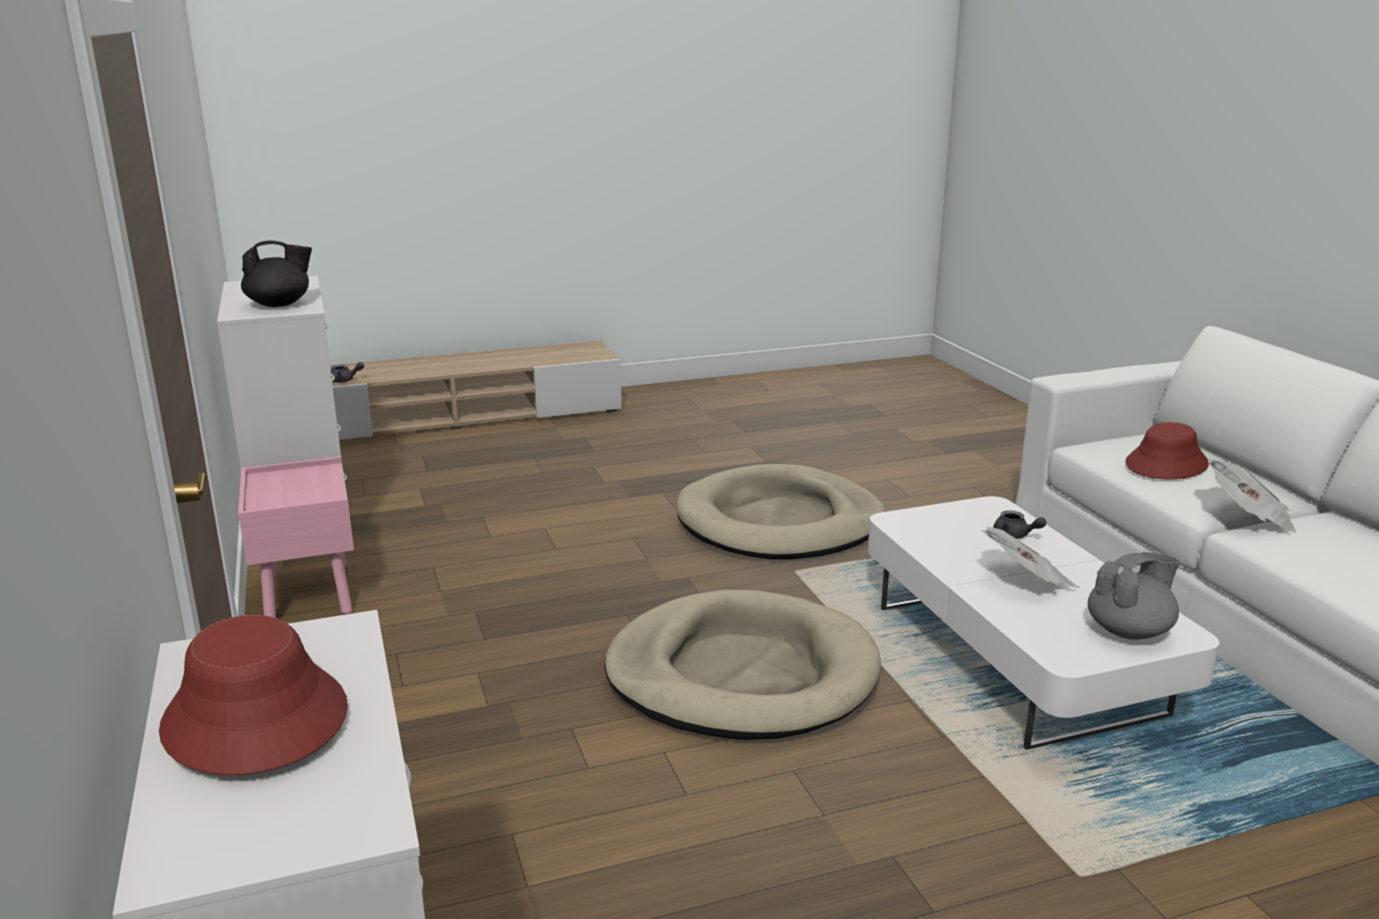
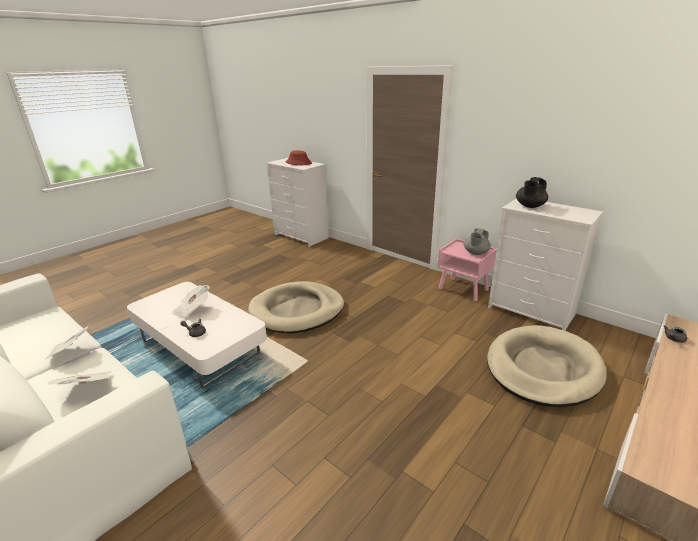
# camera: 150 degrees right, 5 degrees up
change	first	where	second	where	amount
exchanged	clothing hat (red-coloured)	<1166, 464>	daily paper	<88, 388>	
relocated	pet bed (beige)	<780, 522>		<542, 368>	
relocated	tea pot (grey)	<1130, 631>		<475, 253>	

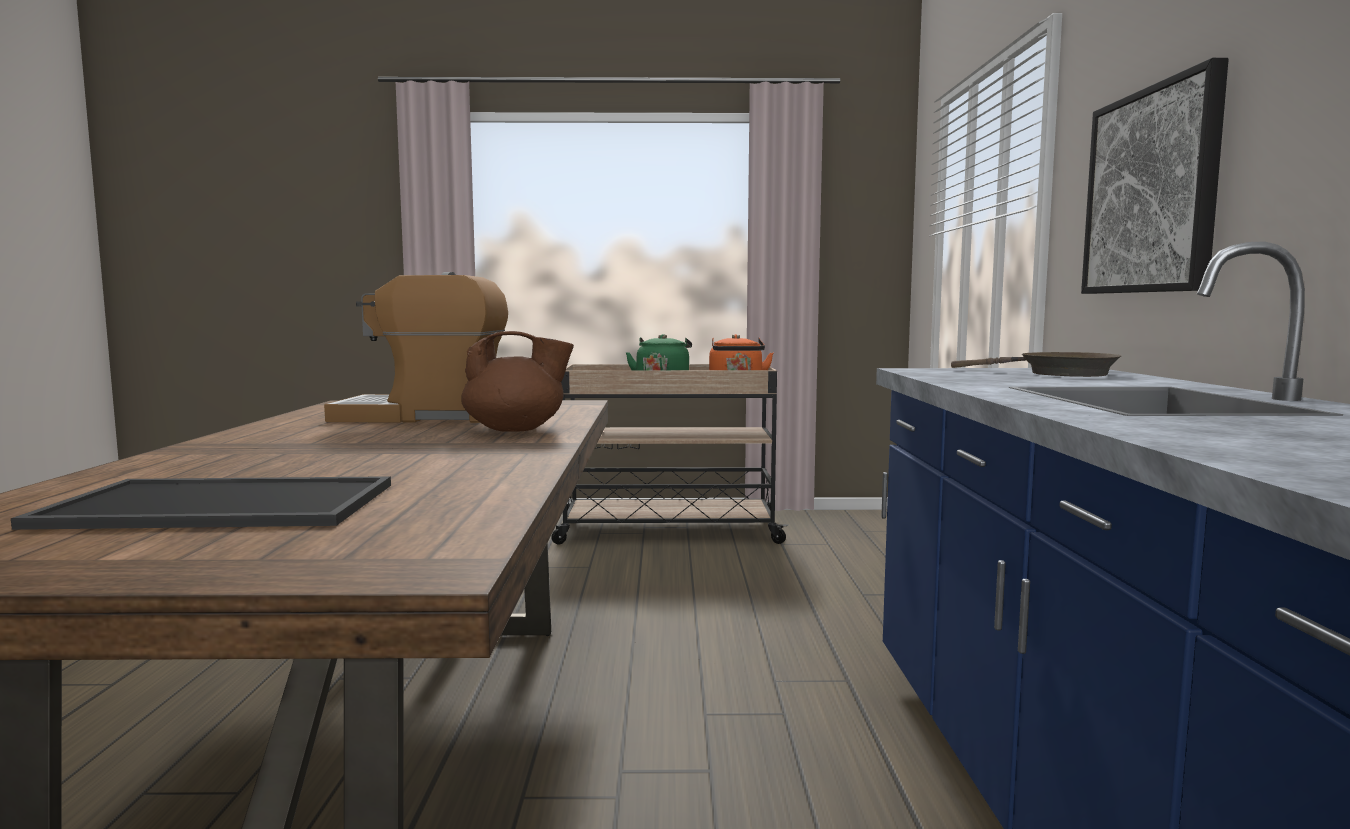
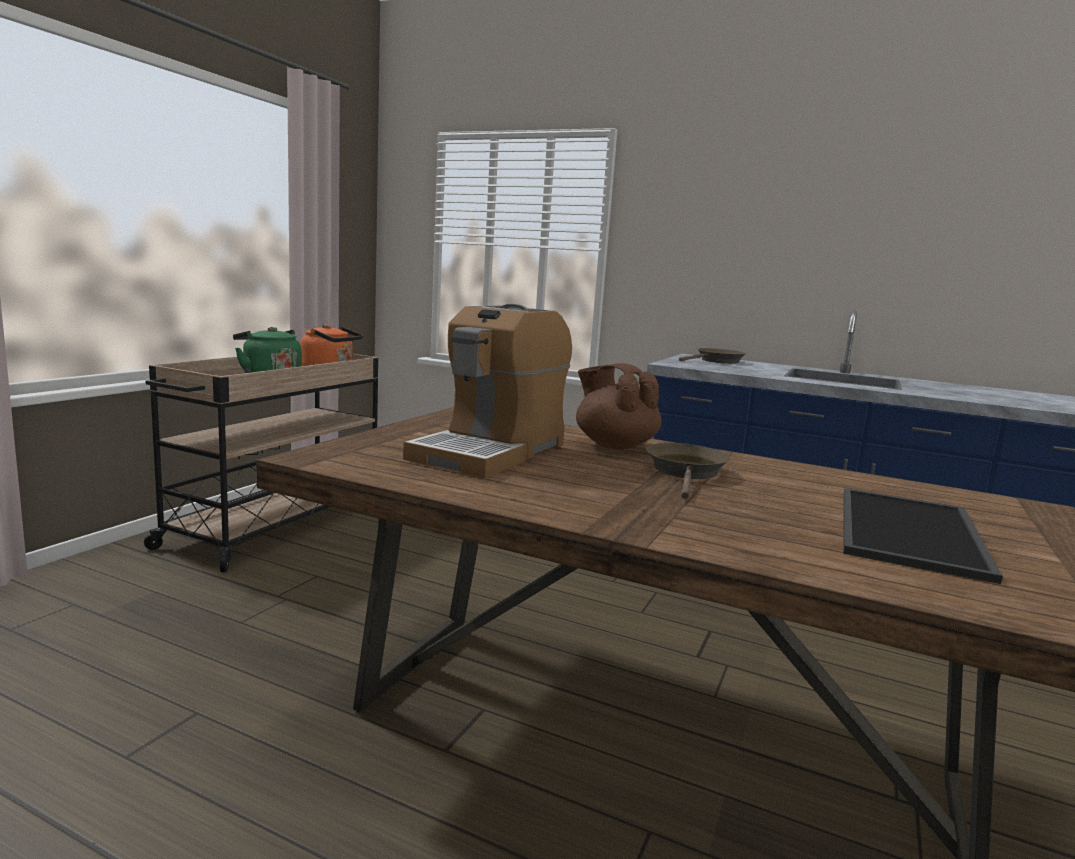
# camera: 65 degrees left, 5 degrees up
change	first	where	second	where	amount
missing	wall art	<1152, 191>			
spun	tea pot (brown)	<516, 429>		<614, 445>	60 degrees counterclockwise
appeared			pan (brown)	<686, 472>	

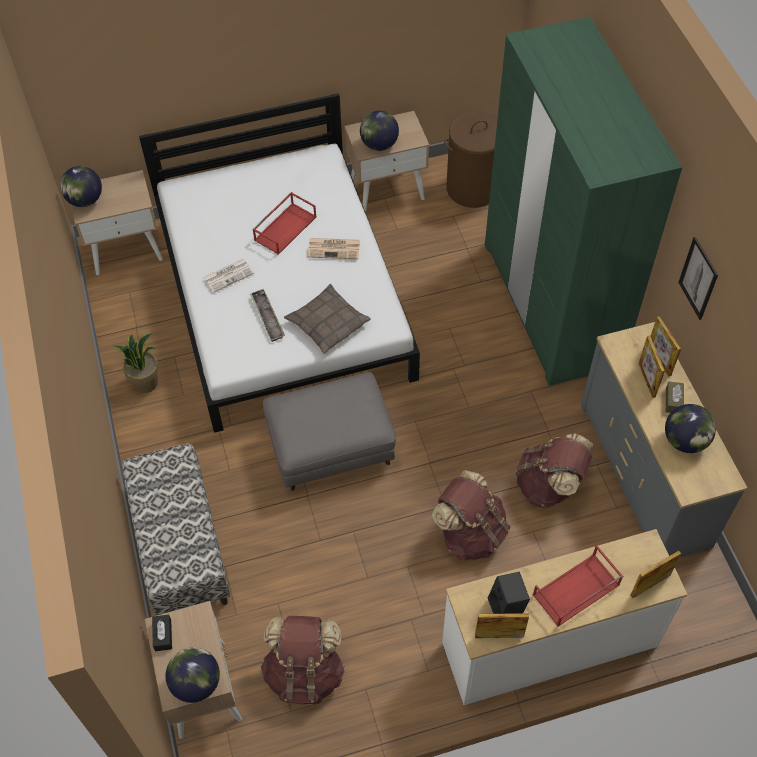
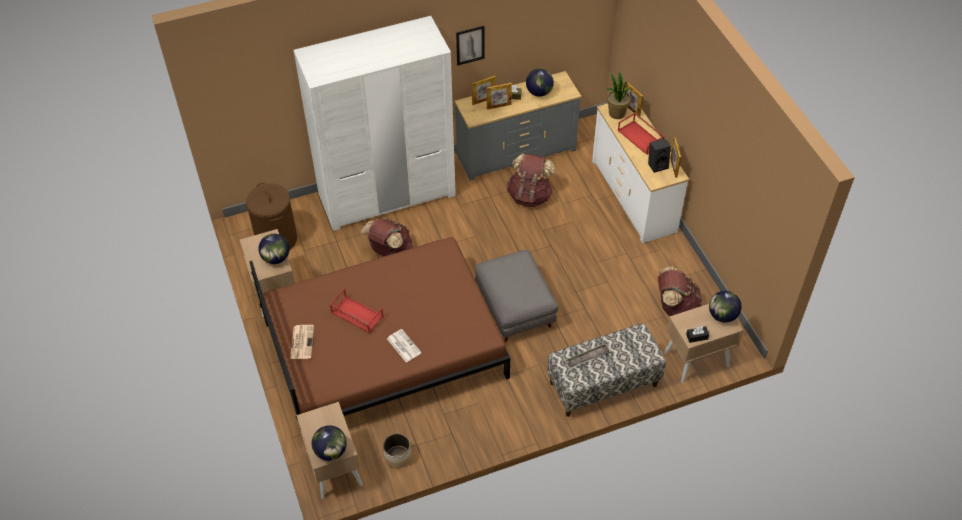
# camera: 95 degrees left, 5 degrees down
change	first	where	second	where	amount
colour	wardrobe (green)	<551, 303>	wardrobe (white-coloured)	<387, 195>	
colour	bedroom bed (white-coloured)	<284, 297>	bedroom bed (brown)	<384, 348>	
relocated	daily paper	<334, 248>		<302, 341>	
missing	pillow	<327, 323>			
relocated	tray	<267, 317>		<587, 358>	
relocated	potted plant	<146, 382>		<616, 113>	
relocated	backpack (brown)	<470, 533>		<389, 251>	
appeared			plant pot	<398, 457>	

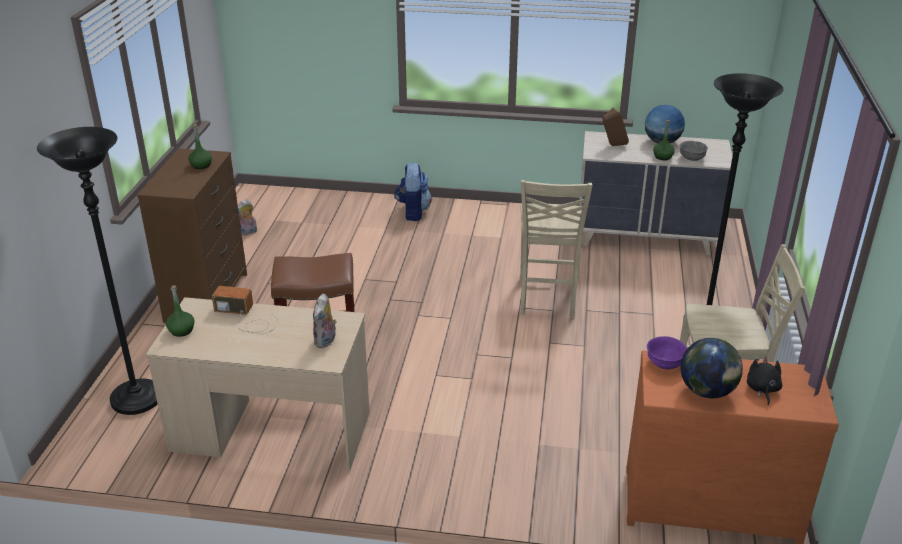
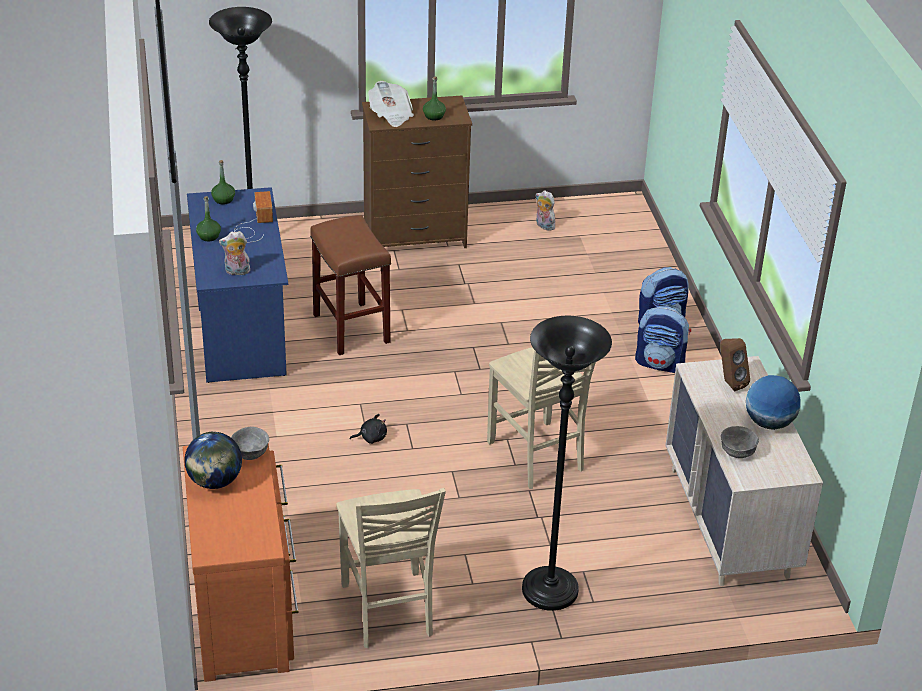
# camera: 70 degrees right, 5 degrees up
change	first	where	second	where	amount
relocated	drink bottle (green)	<662, 157>		<208, 236>	
spun	upright chair (beige)	<547, 298>		<537, 457>	105 degrees counterclockwise
colour	desk (beige)	<271, 432>	desk (bluish)	<240, 328>	
colour	deep dish (purplish)	<665, 363>	deep dish (grey)	<250, 453>	
relocated	cuddly toy (black)	<762, 389>		<371, 438>	
appeared			daily paper	<391, 115>	
appeared			backpack	<661, 363>	

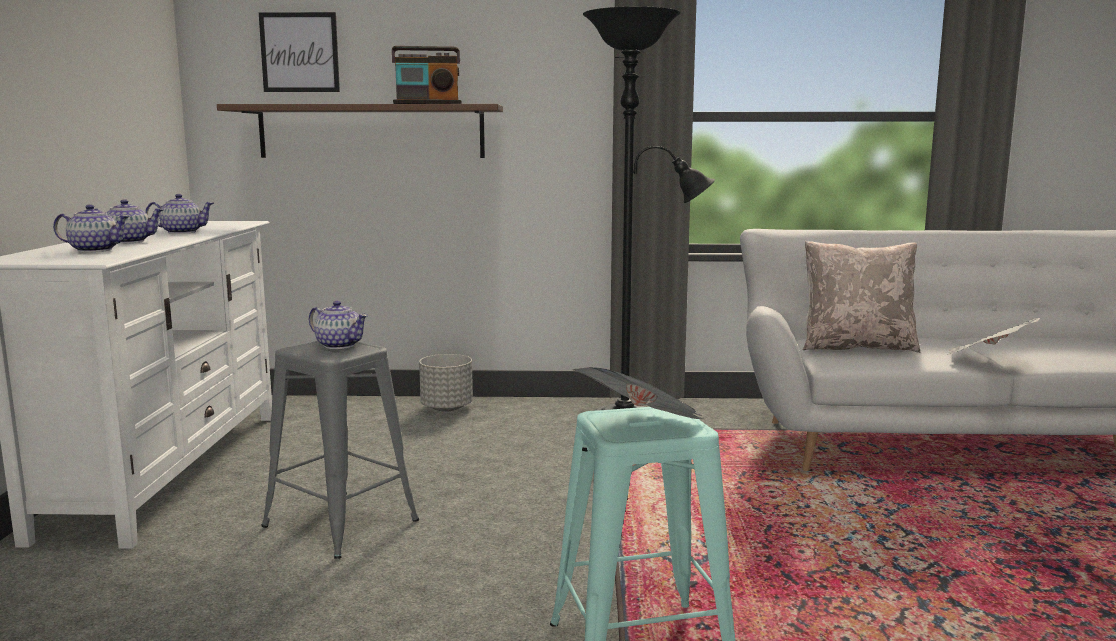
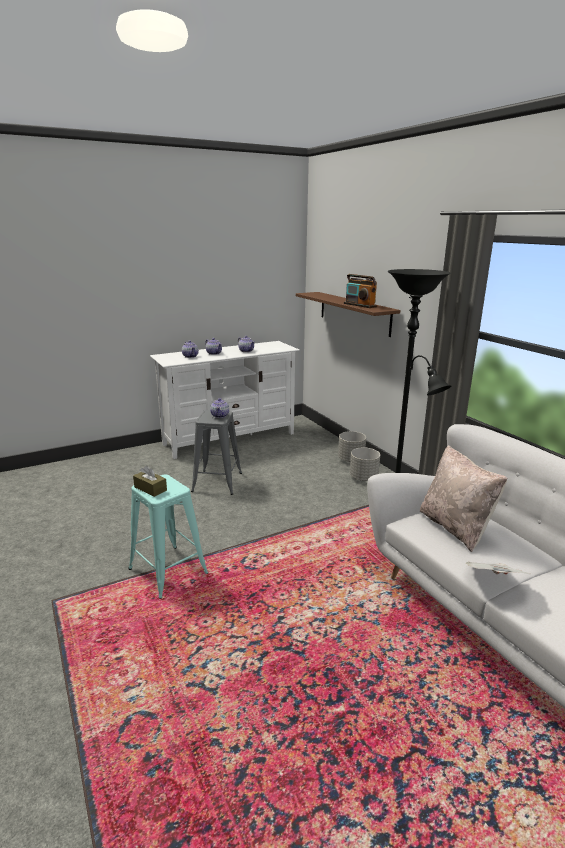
# camera: 60 degrees right, 10 degrees up
change	first	where	second	where	amount
missing	wall art	<300, 52>			
exchanged	daily paper	<643, 429>	tissue holder (brown)	<150, 488>	
appeared			plant pot (grey)	<363, 478>	

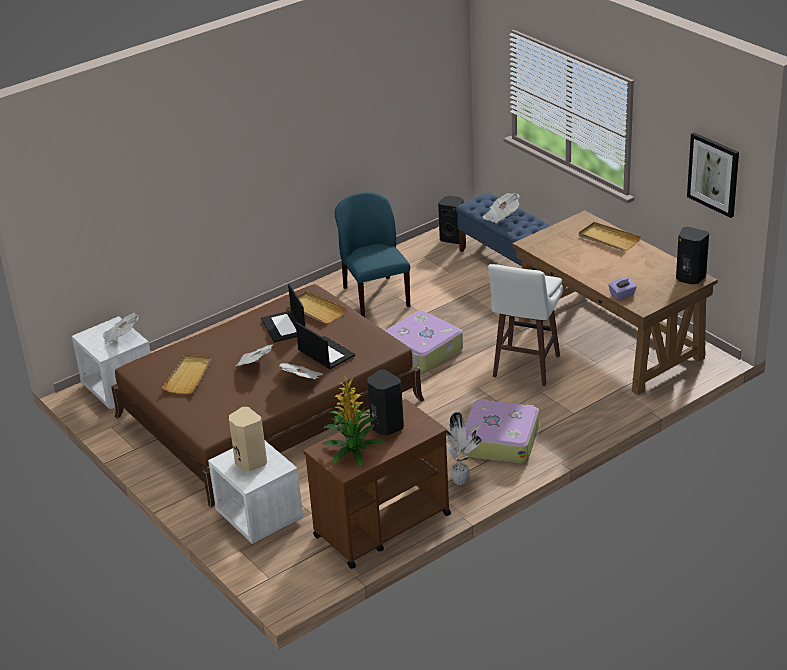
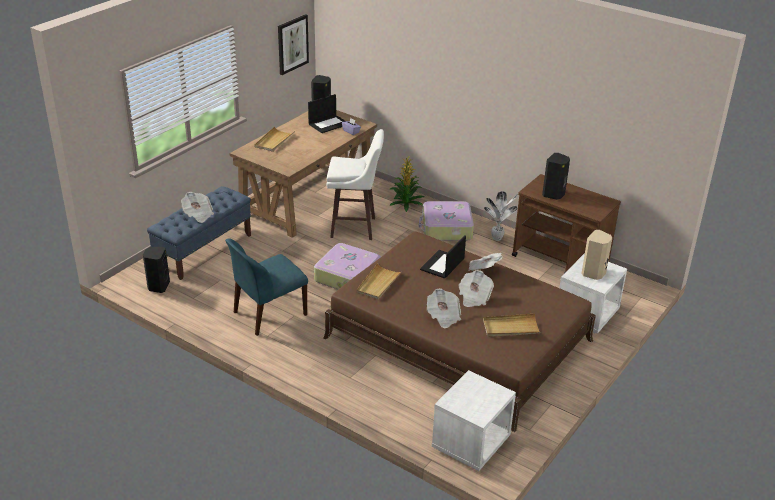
# camera: 110 degrees left, 0 degrees up
change	first	where	second	where	amount
relocated	notebook computer	<284, 327>		<329, 124>	
relocated	daily paper	<121, 337>		<443, 316>	
relocated	potted plant	<351, 449>		<406, 204>	

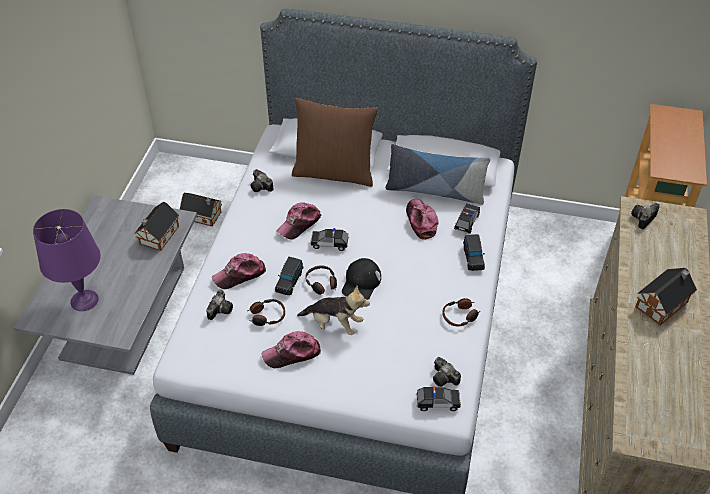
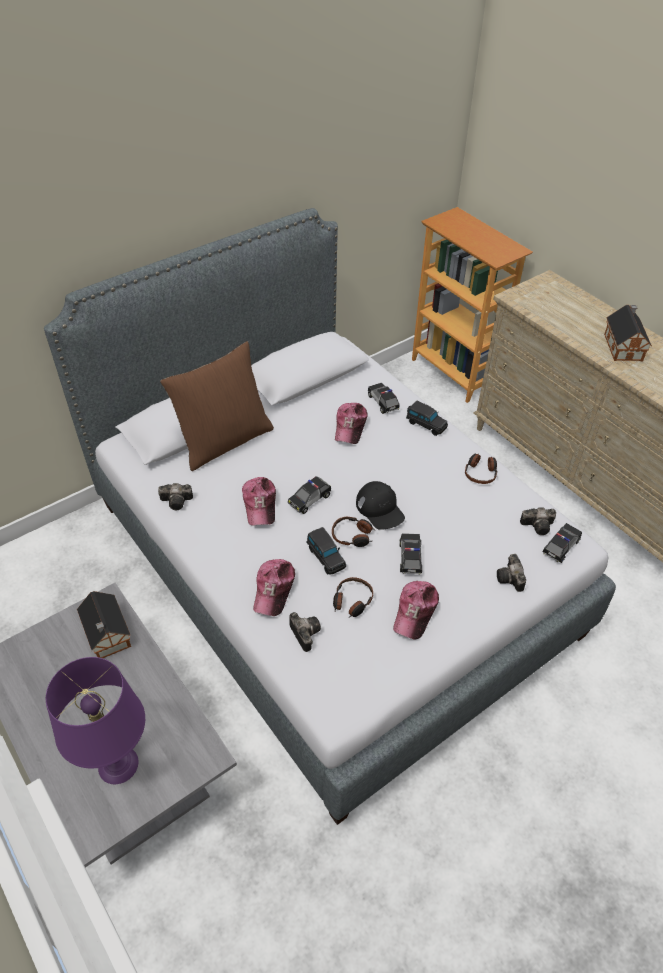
# camera: 50 degrees left, 0 degrees up
change	first	where	second	where	amount
missing	pillow	<435, 191>			
missing	toy house	<203, 216>			
spun	cap	<421, 221>		<350, 427>	105 degrees counterclockwise
relocated	photo camera	<642, 219>		<511, 579>	
exchanged	cuddly toy	<334, 324>	miniature car	<410, 558>	

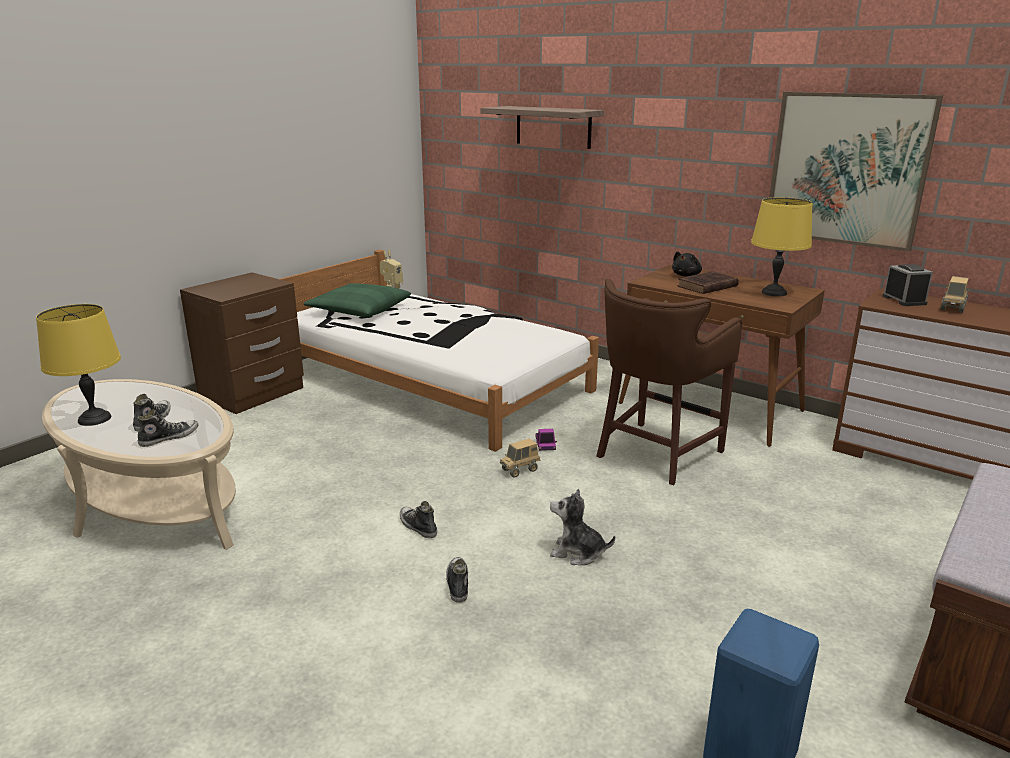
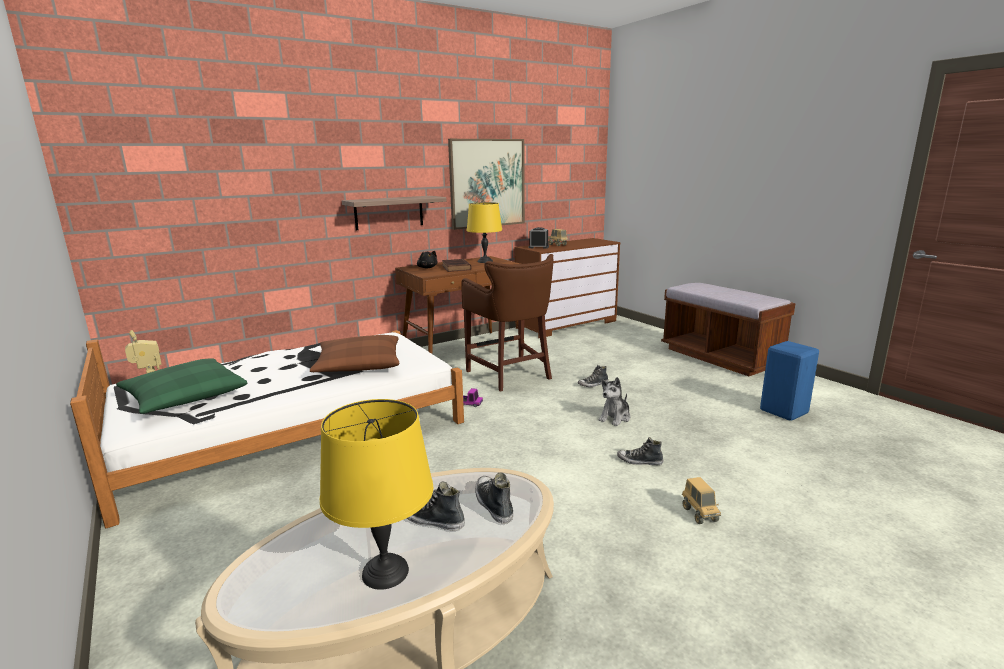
# camera: 70 degrees left, 5 degrees down
change	first	where	second	where	amount
relocated	shelf	<553, 127>		<389, 212>	
missing	bedside table (brown)	<253, 393>			
relocated	toy truck	<520, 470>		<699, 514>	
relocated	item of footwear	<417, 527>		<593, 384>	
appeared			pillow (brown)	<358, 365>	

